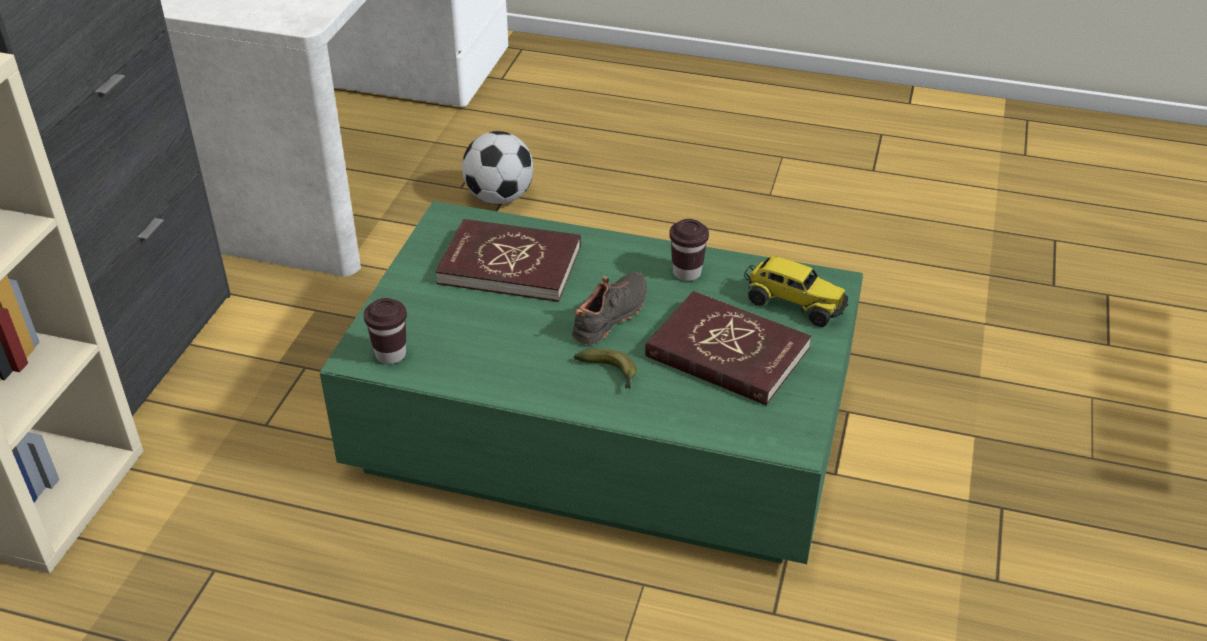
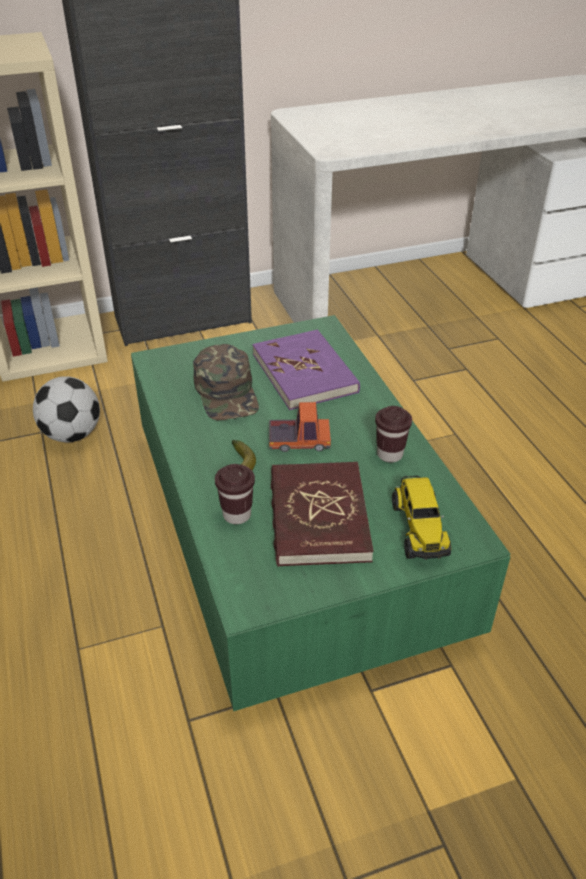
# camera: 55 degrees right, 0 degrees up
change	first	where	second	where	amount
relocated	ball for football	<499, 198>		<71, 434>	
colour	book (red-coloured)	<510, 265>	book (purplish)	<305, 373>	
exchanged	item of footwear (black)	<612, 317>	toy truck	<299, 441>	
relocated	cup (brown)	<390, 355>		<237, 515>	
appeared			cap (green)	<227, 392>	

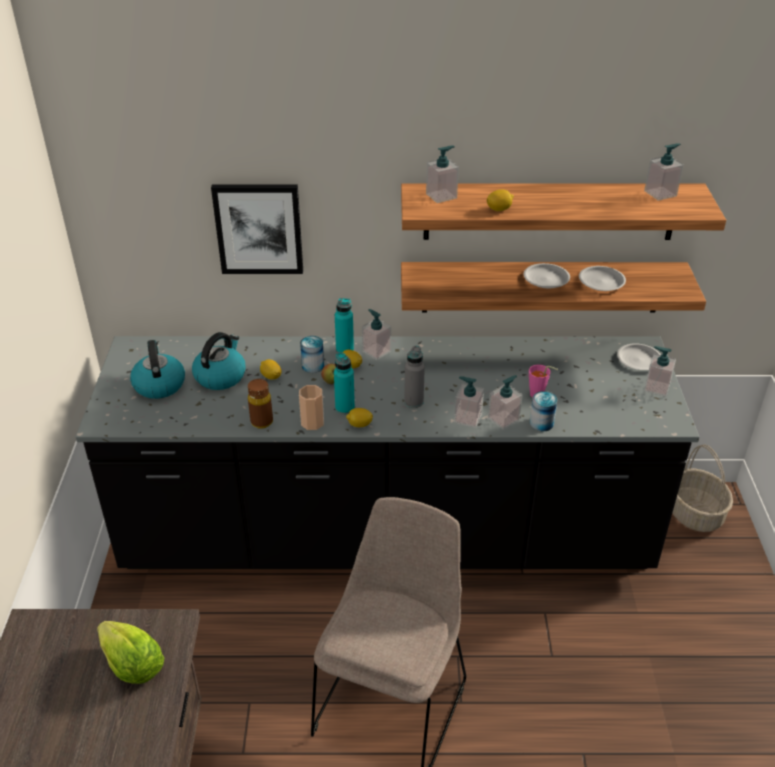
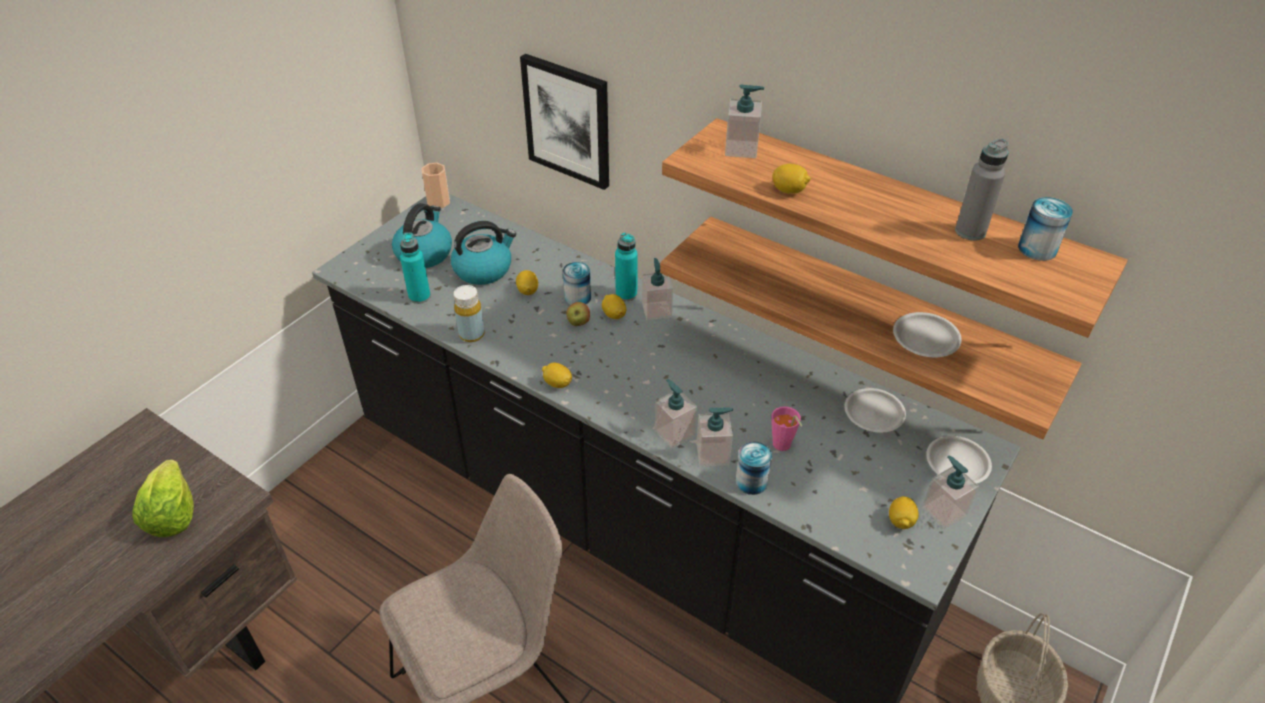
# camera: 35 degrees right, 5 degrees up
change	first	where	second	where	amount
exchanged	soap dispenser	<660, 193>	metal can	<1037, 249>	
relocated	dinner plate (white-coloured)	<546, 279>		<873, 414>	
relocated	drink bottle (grey)	<413, 402>		<970, 231>	
relocated	drink bottle (turquoise-coloured)	<345, 408>		<419, 296>	
colour	drink bottle (brown)	<262, 422>	drink bottle (yellow)	<472, 334>	
relocated	cup	<312, 422>		<438, 202>	
appeared			whole lemon	<900, 521>	

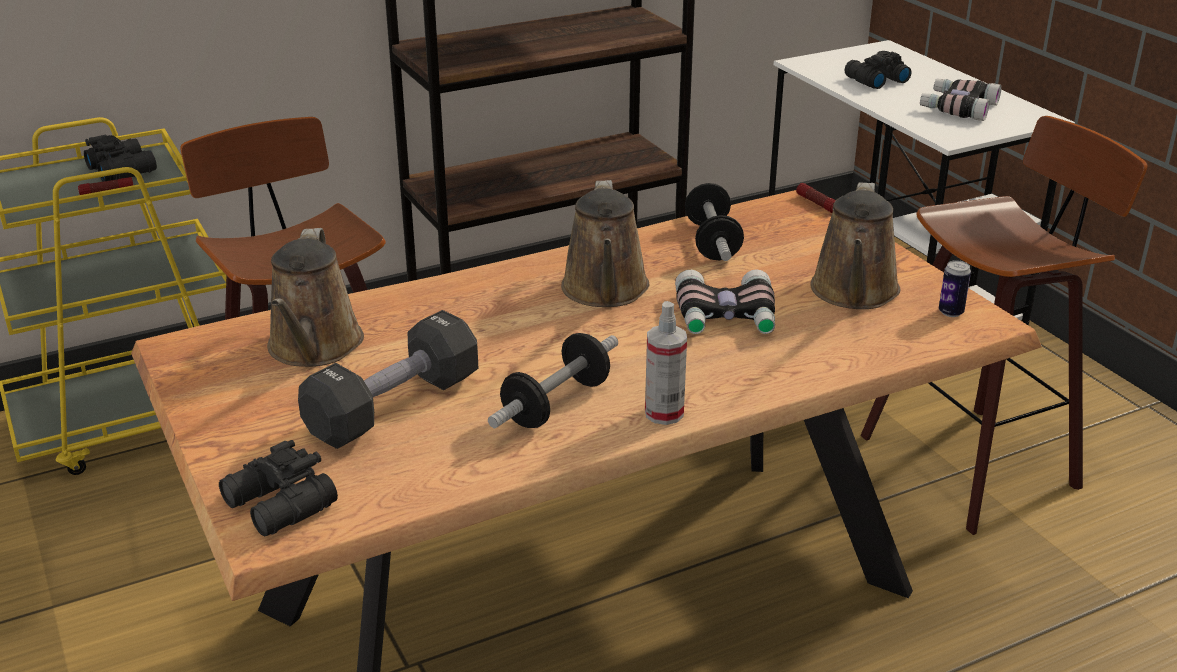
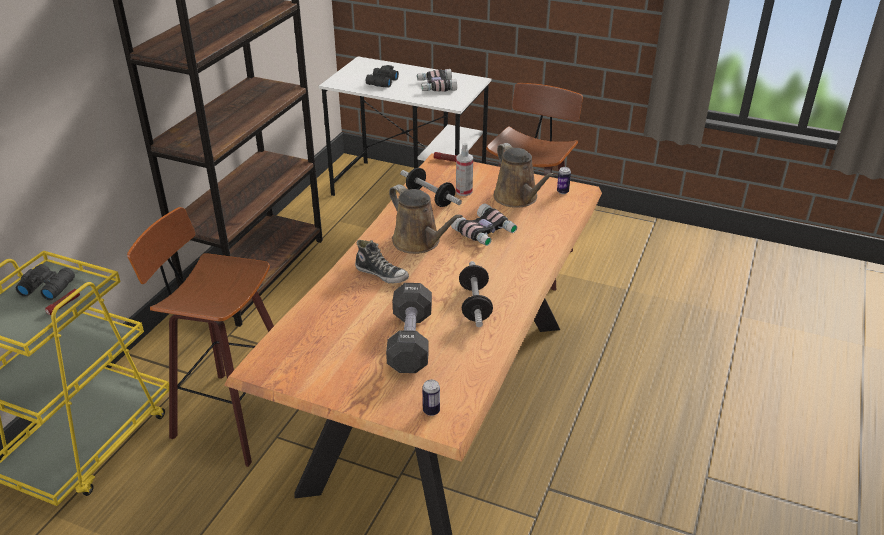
# camera: 40 degrees left, 5 degrees up
change	first	where	second	where	amount
missing	sprinkling can (brown)	<314, 348>			
relocated	sprayer	<664, 413>		<464, 191>	
exchanged	binoculars (black)	<278, 506>	metal can	<431, 411>	
appeared			item of footwear	<382, 274>	

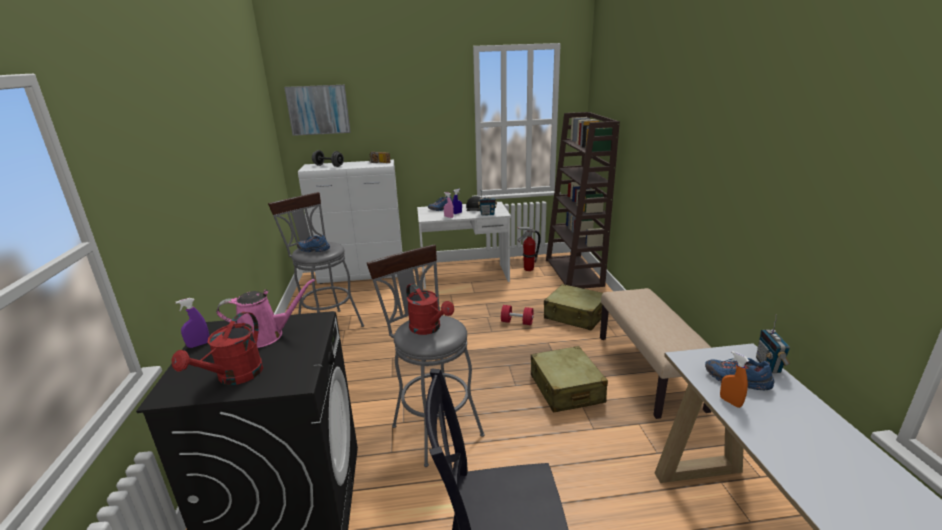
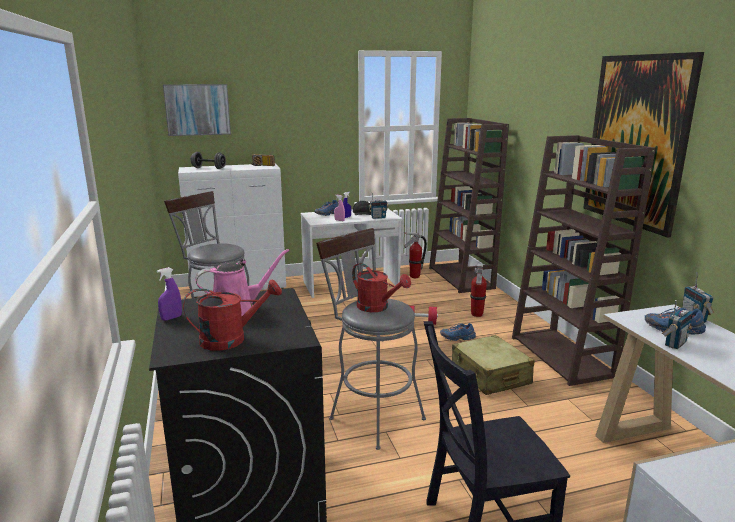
# camera: 10 degrees left, 5 degrees down
change	first	where	second	where	amount
relocated	item of footwear (bluish)	<313, 250>		<457, 338>	
exchanged	travel case (beige)	<575, 316>	fire-fighting cylinder	<476, 314>	
exchanged	indoor bench (beige)	<649, 371>	bookshelf (brown)	<563, 356>	
spun	sprinkling can (red-coloured)	<234, 377>		<231, 339>	120 degrees counterclockwise
exchanged	sprayer (orange)	<730, 402>	radio receiver	<674, 344>	
appeared			wall art	<636, 141>	

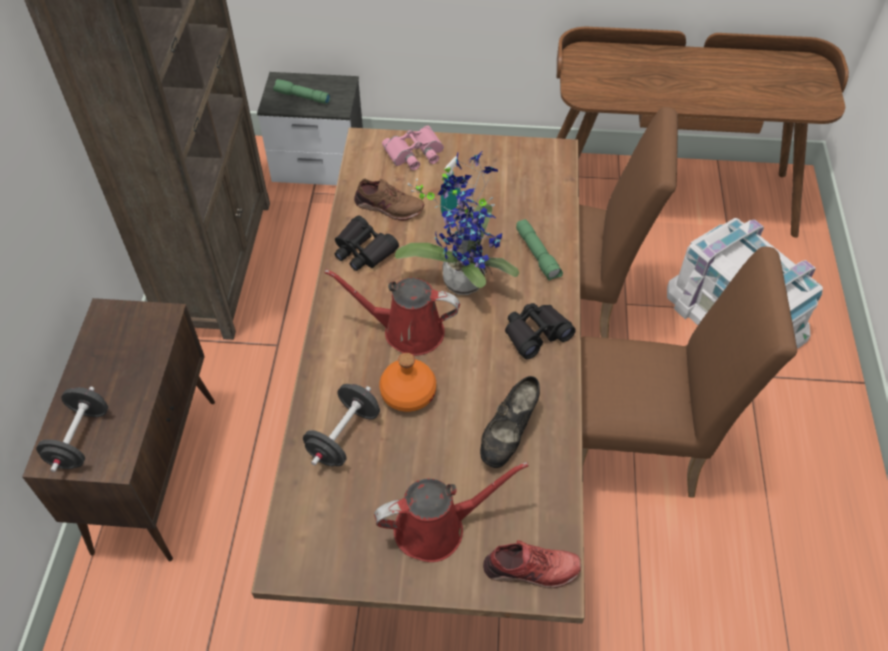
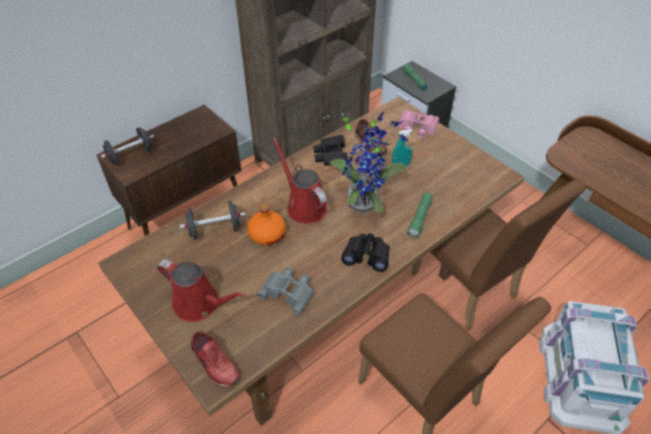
# camera: 45 degrees right, 5 degrees down
change	first	where	second	where	amount
exchanged	item of footwear (black)	<508, 434>	binoculars (grey)	<289, 291>	

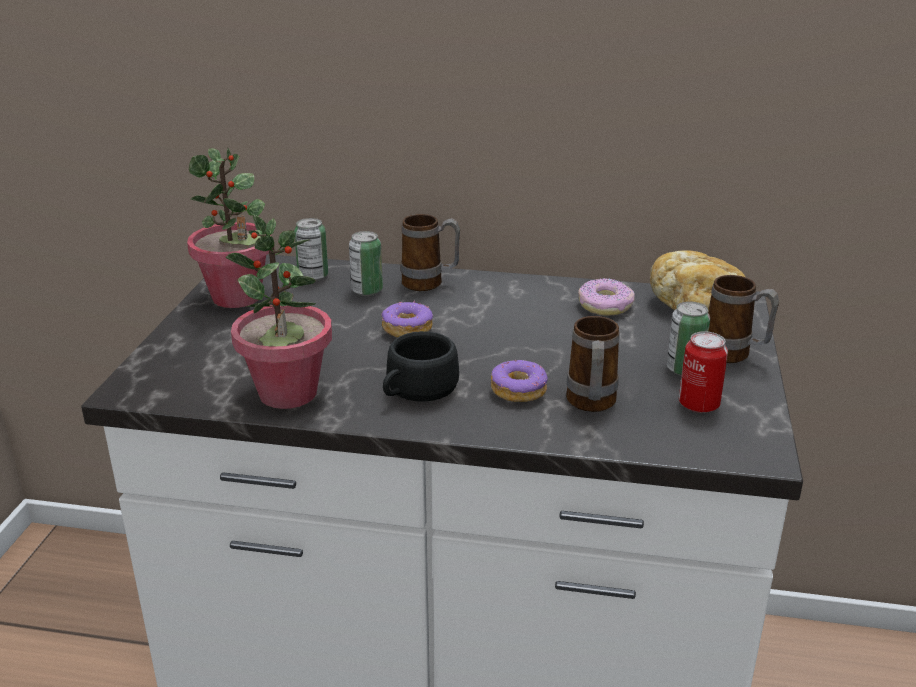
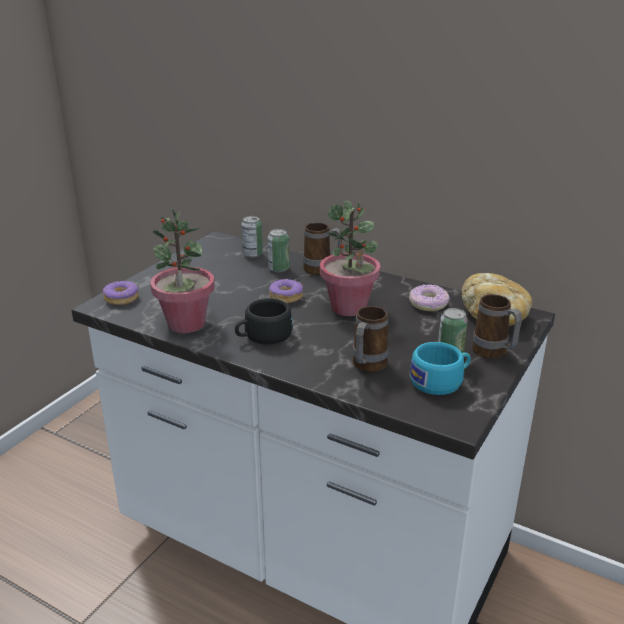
# camera: 20 degrees right, 0 degrees up
change	first	where	second	where	amount
relocated	potted plant	<237, 297>		<349, 307>	
exchanged	metal can	<698, 404>	cup (turquoise-coloured)	<441, 381>	
relocated	donut	<519, 390>		<122, 298>	

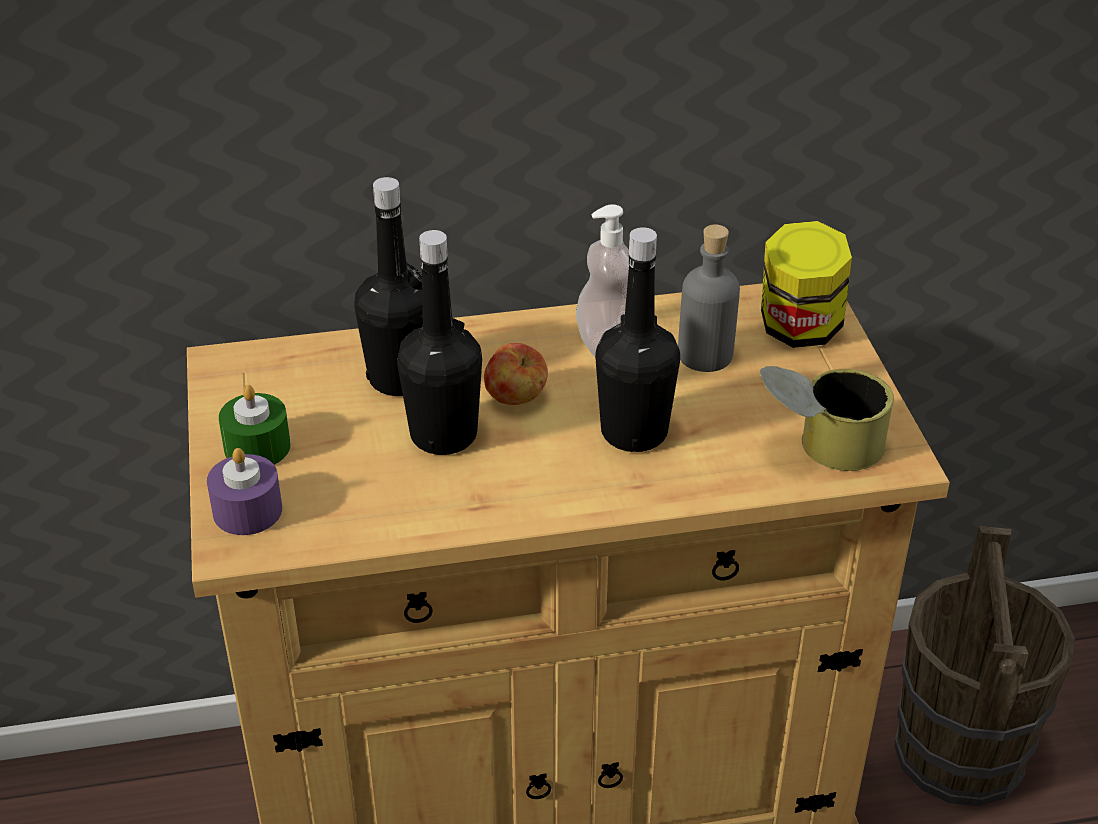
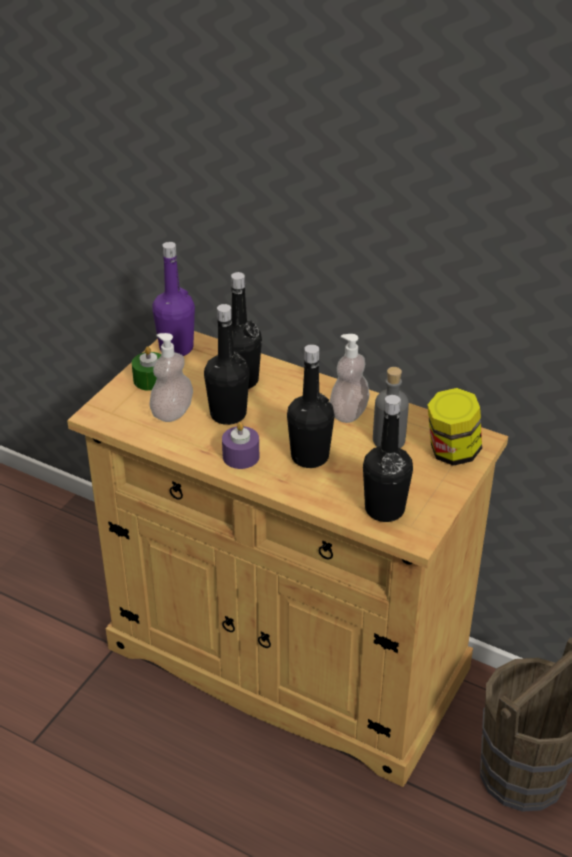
# camera: 40 degrees right, 0 degrees up
change	first	where	second	where	amount
missing	apple fruit	<516, 398>			
exchanged	metal can	<818, 447>	drink bottle (black)	<384, 509>	
relocated	candle (purplish)	<247, 511>		<241, 456>	
appeared			drink bottle (purplish)	<176, 348>	
appeared			soap dispenser	<172, 412>	

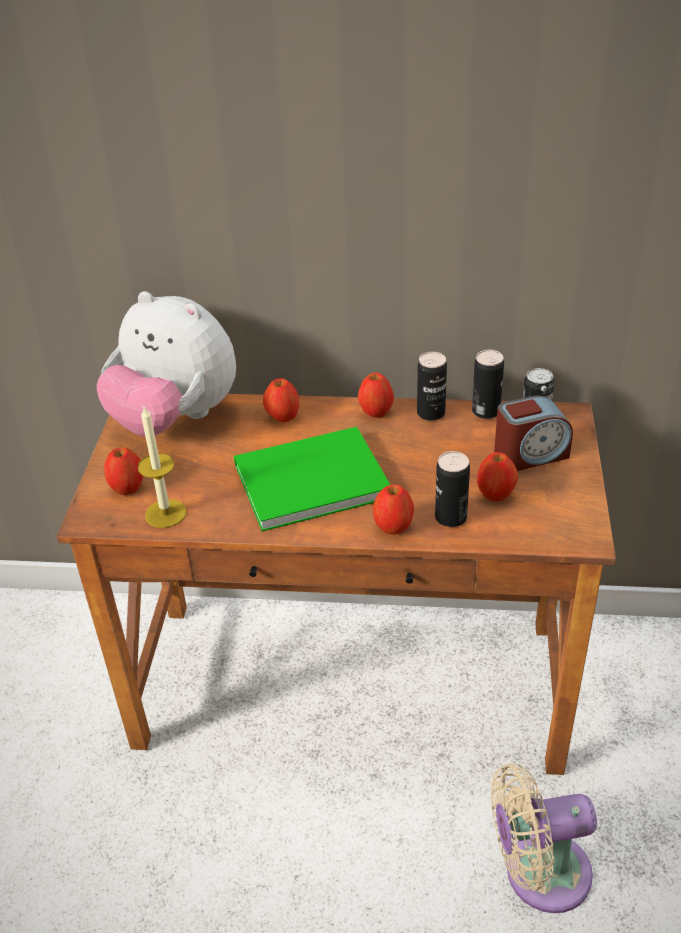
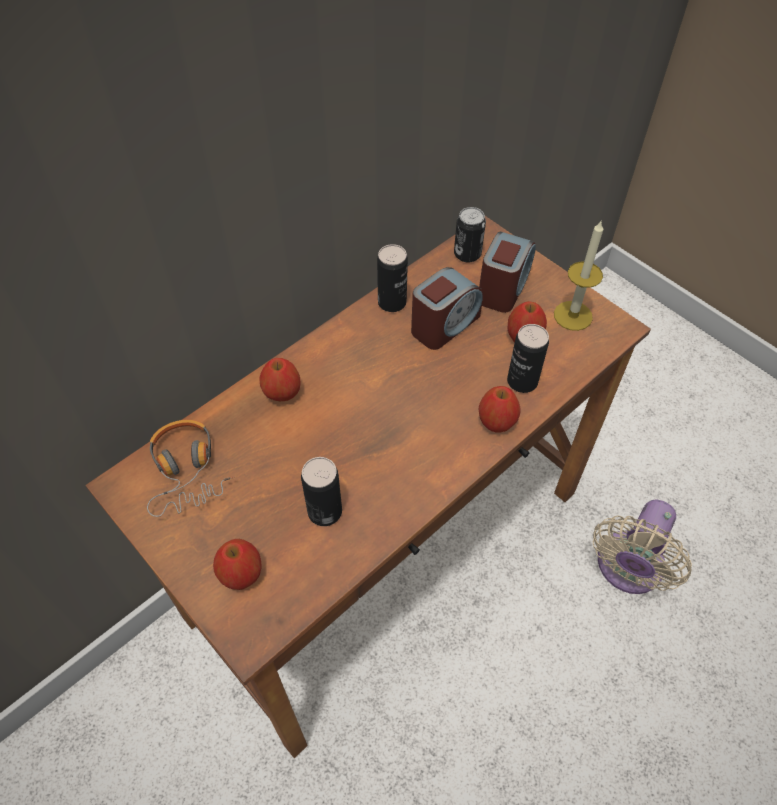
# camera: 50 degrees left, 15 degrees up
change	first	where	second	where	amount
exchanged	cuddly toy	<175, 419>	pair of headphones	<187, 471>	
relocated	metal can	<486, 411>		<325, 511>	
missing	apple fruit	<376, 411>			
relocated	candle	<165, 513>		<573, 315>	
missing	book (green)	<306, 479>			
appeared			table clock	<444, 324>	

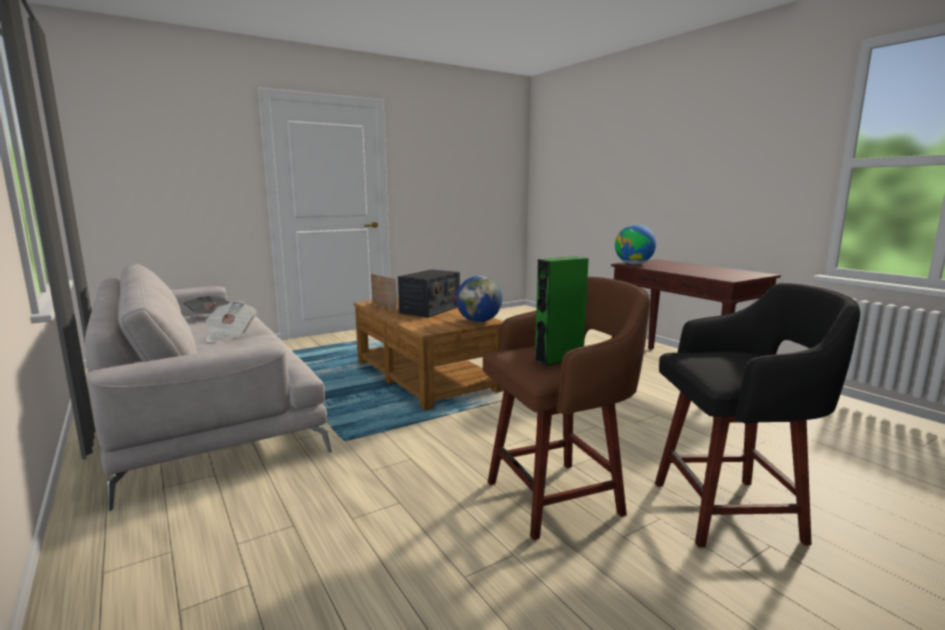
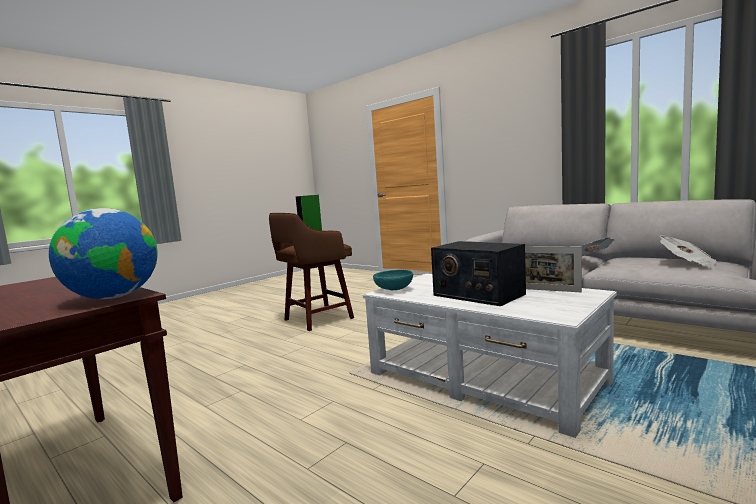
# camera: 165 degrees right, 5 degrees down
change	first	where	second	where	amount
spun	radio receiver	<430, 310>		<478, 295>	60 degrees counterclockwise
exchanged	globe	<479, 321>	deep dish (turquoise-coloured)	<394, 290>	
missing	sitting stool (black)	<731, 511>			
colour	low table (brown)	<425, 375>	low table (white-coloured)	<484, 378>	

